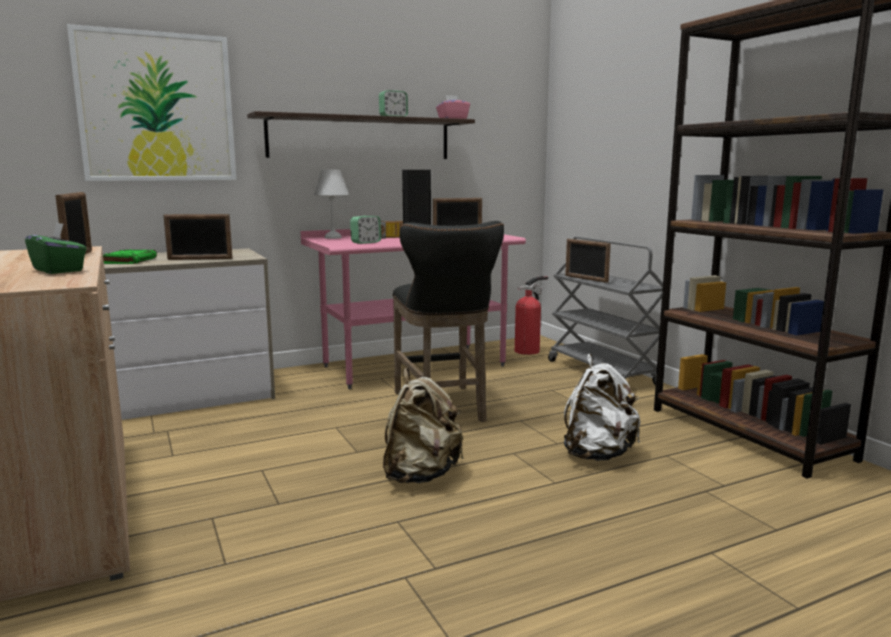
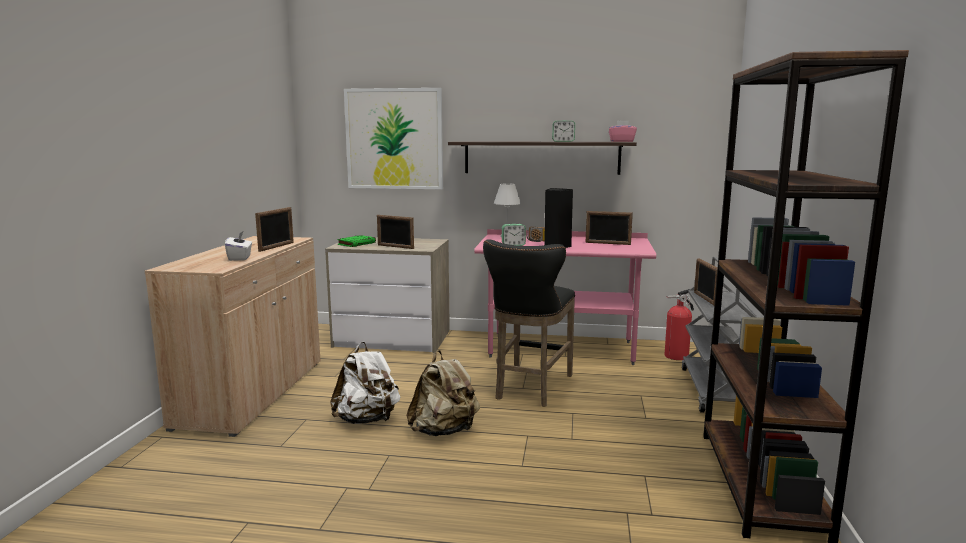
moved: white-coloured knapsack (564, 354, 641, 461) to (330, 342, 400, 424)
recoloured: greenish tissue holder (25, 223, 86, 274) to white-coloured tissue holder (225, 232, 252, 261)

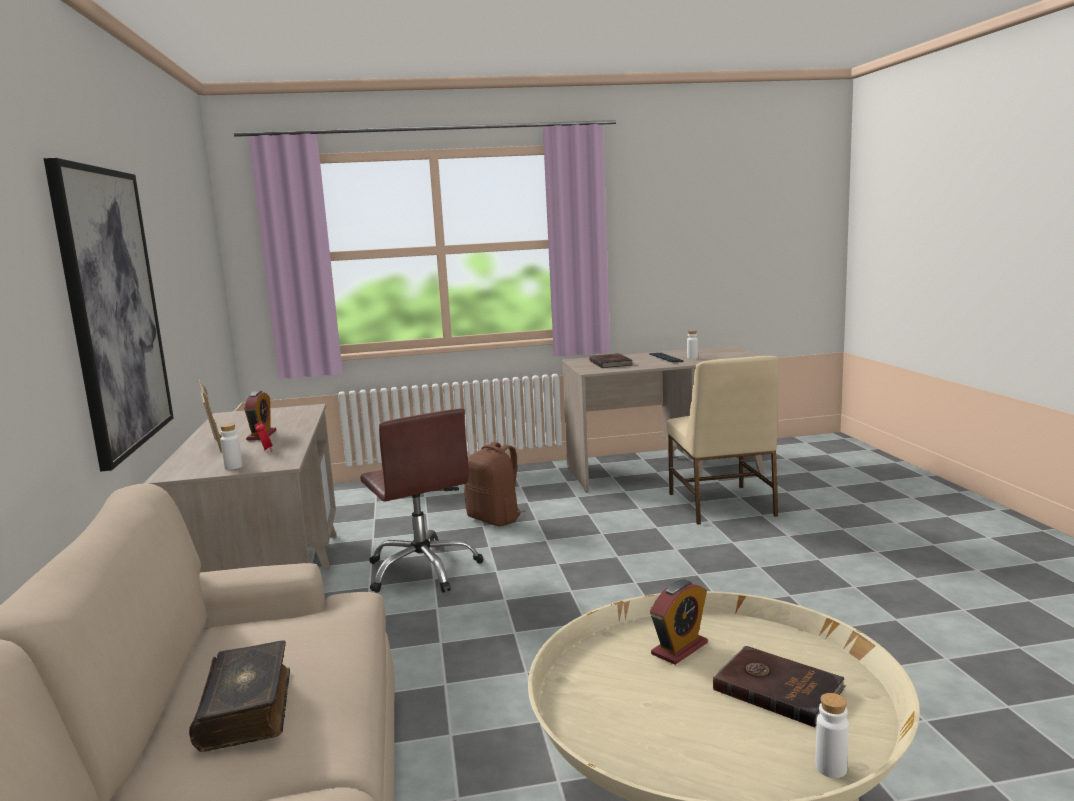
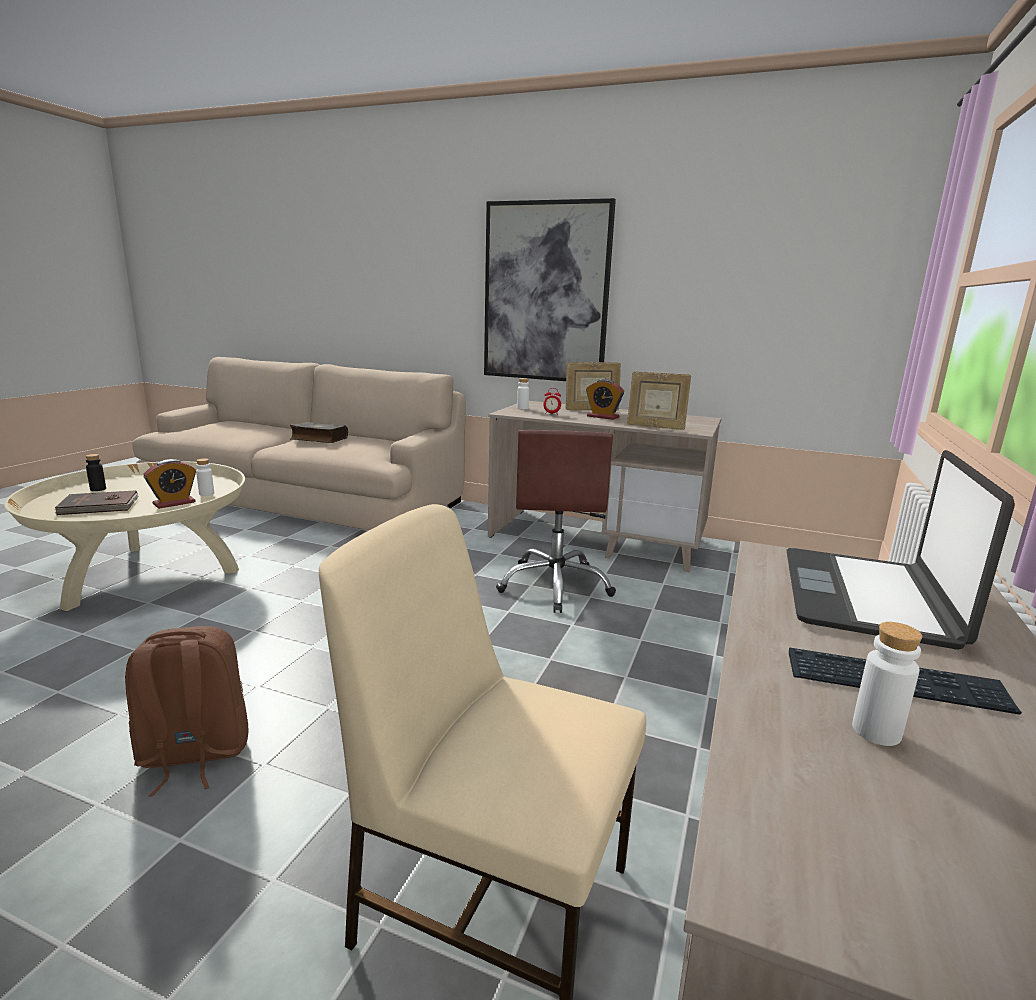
added: blackish beverage bottle (86, 454, 106, 491); picture frame (627, 371, 691, 430)
moved: brownish knapsack (464, 442, 526, 527) to (125, 626, 248, 797); white-coloured beverage bottle (815, 693, 849, 778) to (196, 458, 214, 496)
replaced: brownish volume (589, 353, 633, 368) to notebook computer (786, 450, 1015, 650)
turned: bedside clock (650, 579, 708, 665) = (143, 459, 196, 509) 120 degrees counterclockwise; brownish computer chair (360, 409, 483, 593) = (496, 430, 616, 613) 90 degrees counterclockwise

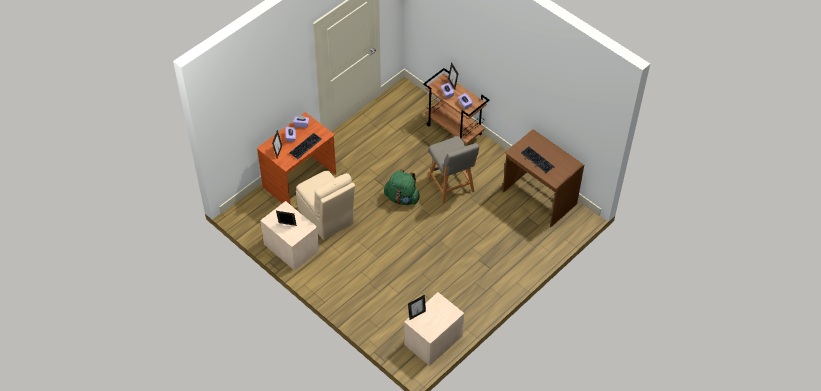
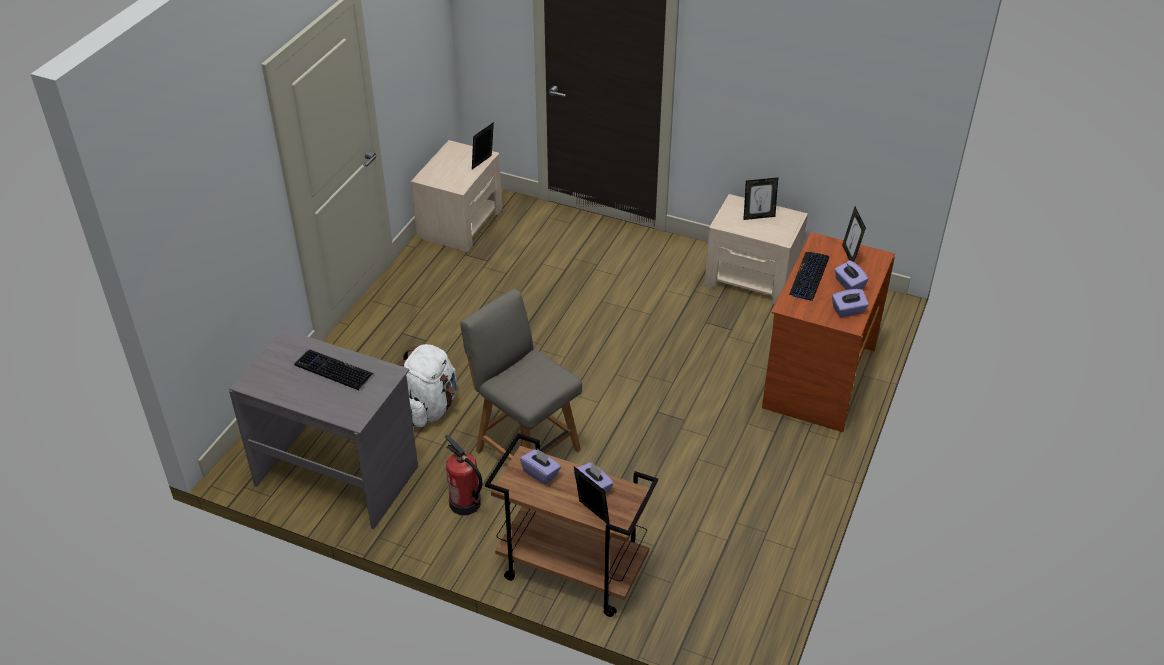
removed: sand-coloured plain chair (296, 171, 355, 240); greenish knapsack (384, 169, 420, 205)
added: white-coloured knapsack (397, 344, 457, 427); fire extinguisher (445, 435, 482, 515)
recoloured: brownish desk (502, 129, 584, 227) to gray desk (229, 329, 418, 529)

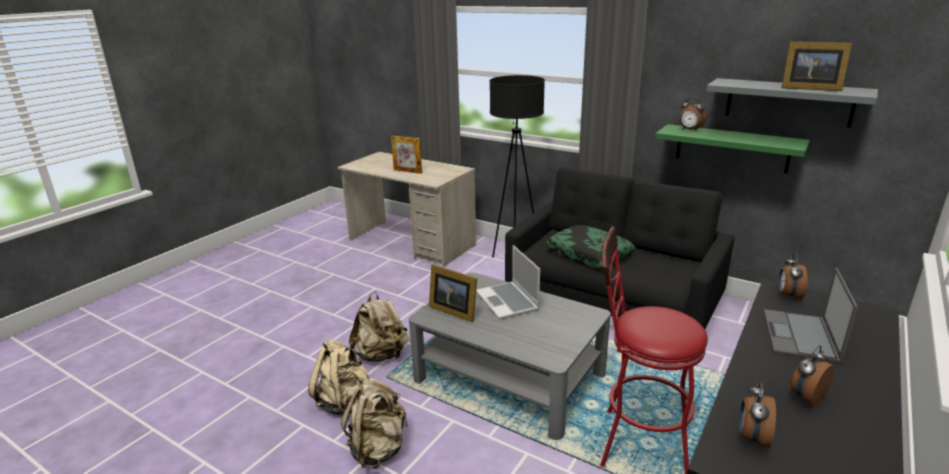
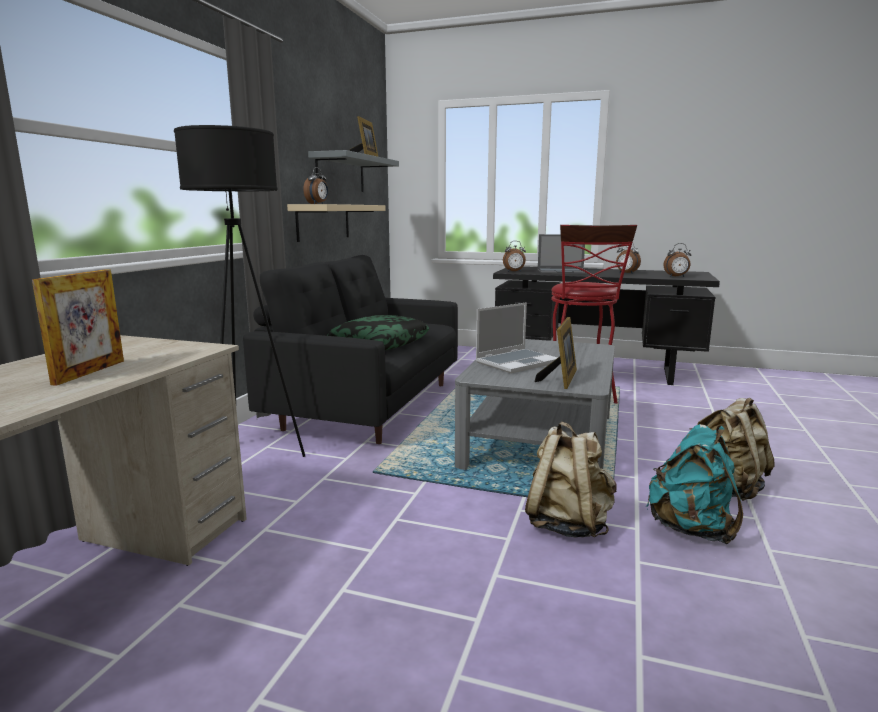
recoloured: greenish bracket shelf (655, 124, 810, 173) to sand-coloured bracket shelf (287, 204, 386, 242); sand-coloured knapsack (308, 339, 370, 415) to blue-green knapsack (646, 424, 743, 545)

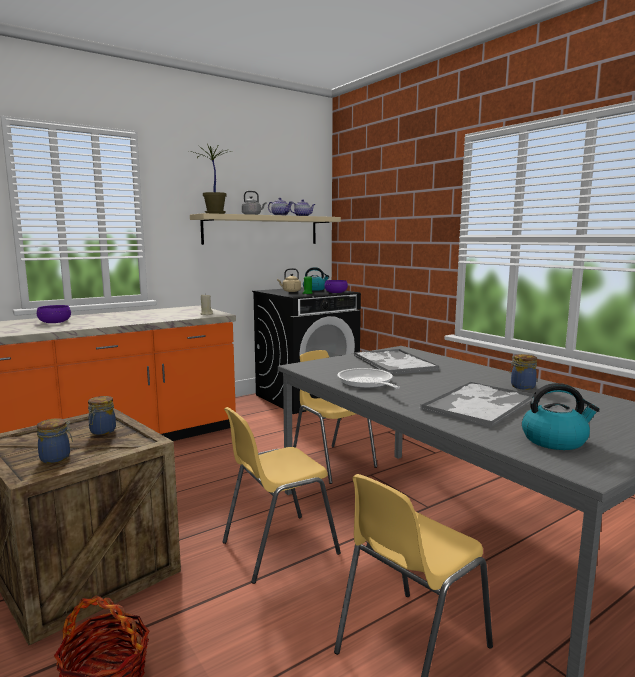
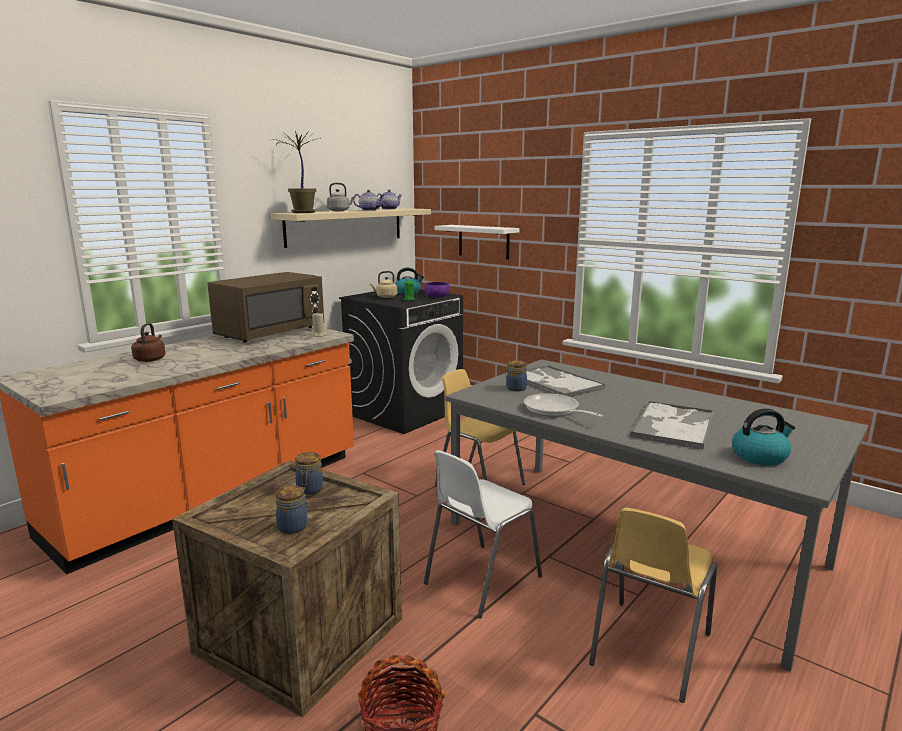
added: brownish kitchen microwave (207, 272, 324, 343); white-coloured bracket shelf (434, 225, 520, 260)
moved: jar (510, 354, 537, 390) to (505, 360, 527, 392)
replaced: purplish deep dish (37, 305, 71, 323) to brownish tea kettle (131, 323, 166, 362)
recoloured: yellow plain chair (223, 407, 341, 584) to white-coloured plain chair (424, 450, 542, 618)

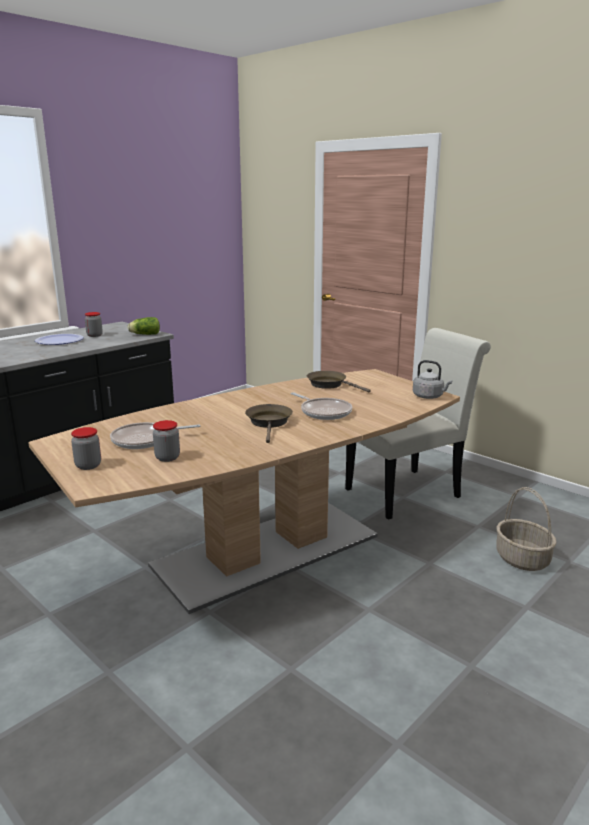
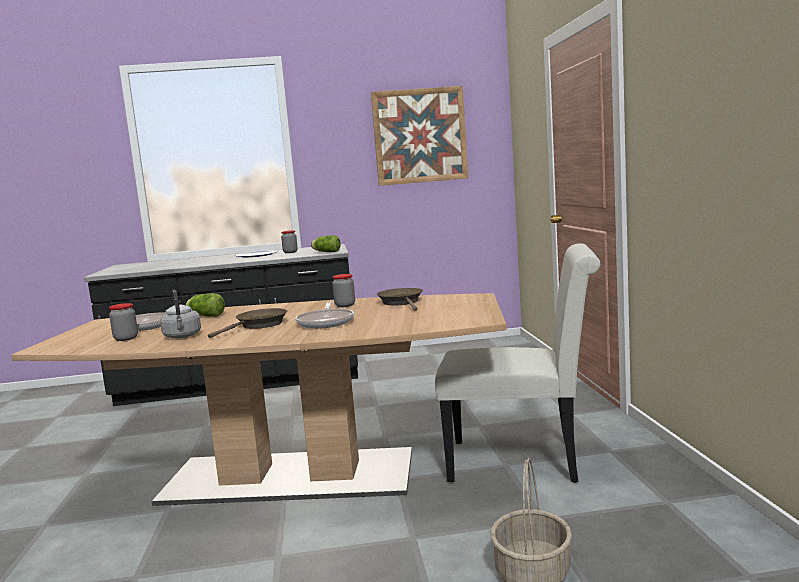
added: head of lettuce (186, 293, 225, 317); wall art (371, 86, 468, 186)
moved: gray tea kettle (413, 360, 452, 399) to (160, 290, 201, 339); jar (71, 427, 101, 470) to (332, 274, 355, 307)

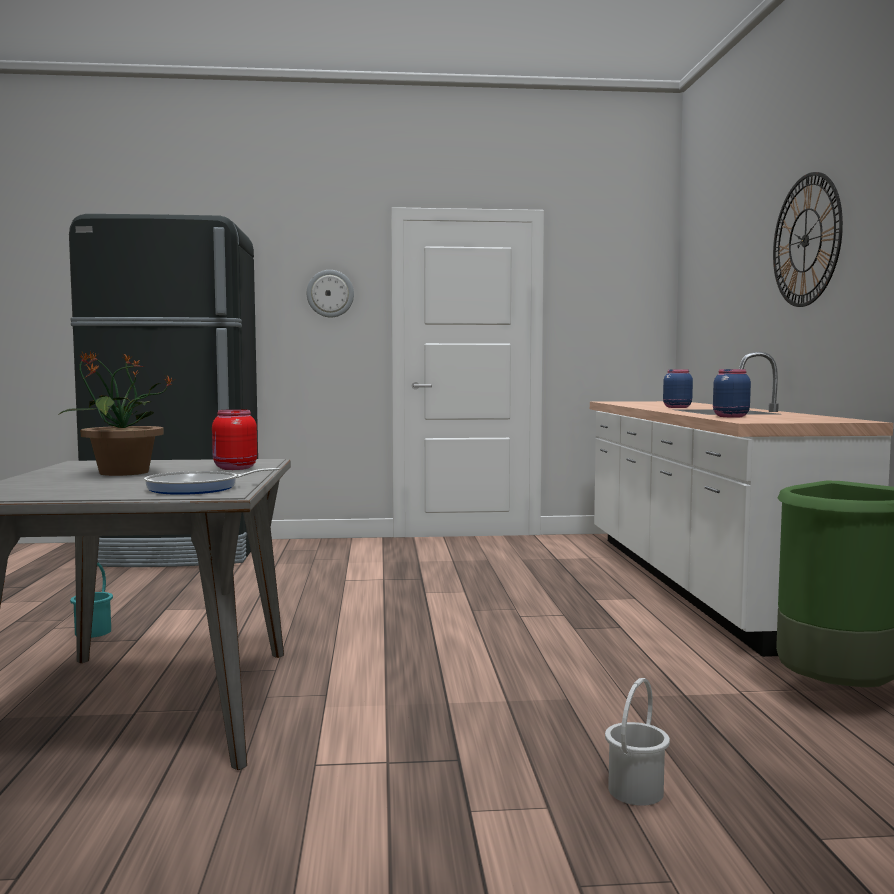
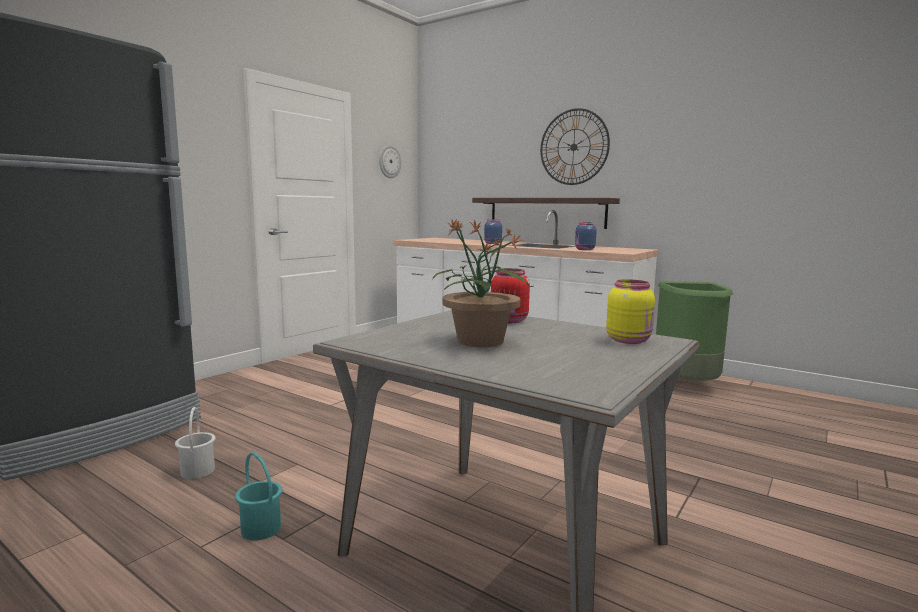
added: bracket shelf (472, 198, 620, 229)
moved: white-coloured pail (605, 678, 670, 806) to (175, 407, 216, 479); clock on the wall (307, 270, 354, 318) to (379, 145, 401, 178)
replaced: skillet (144, 468, 280, 495) to yellow jar (606, 279, 655, 344)

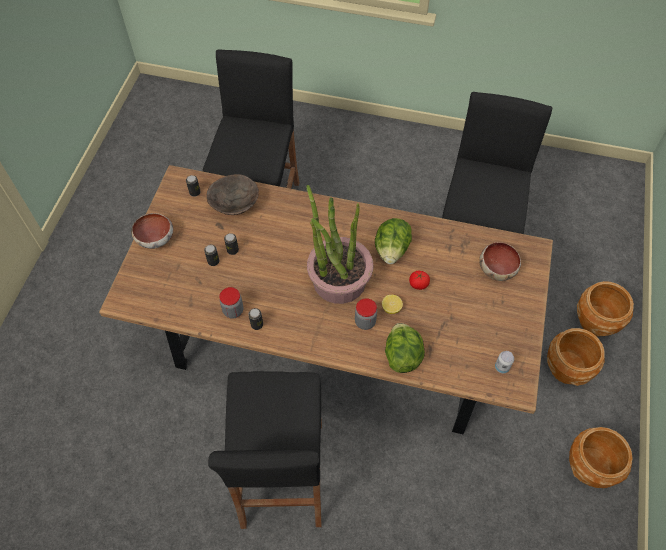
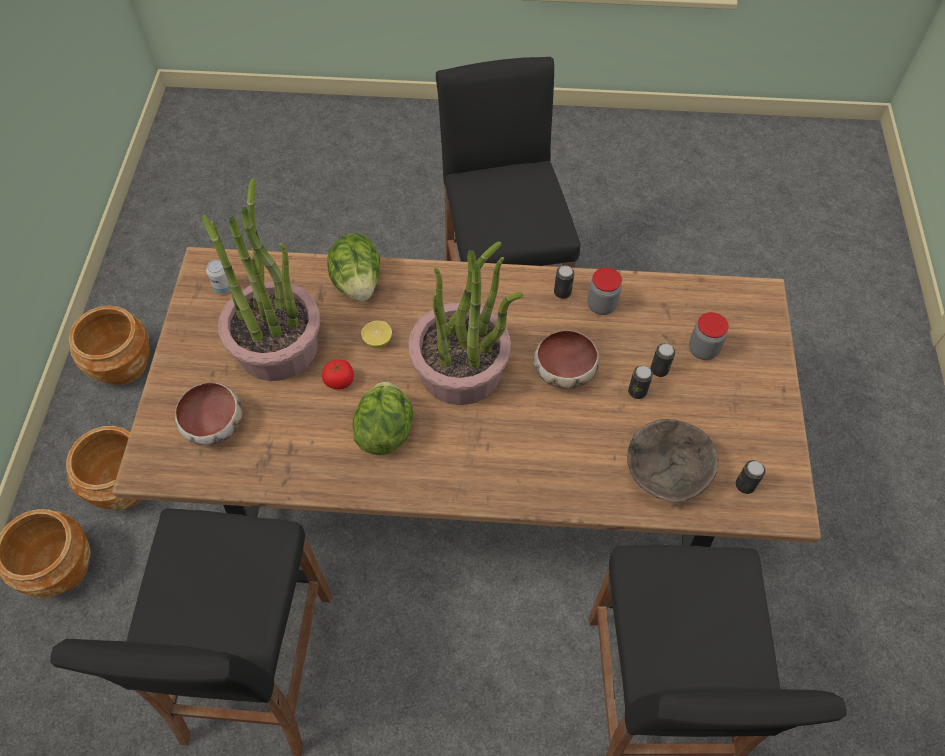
added: houseplant (202, 178, 320, 381)
moved: deep dish (131, 213, 173, 249) to (534, 330, 600, 389); jar (355, 298, 377, 330) to (689, 312, 729, 360)

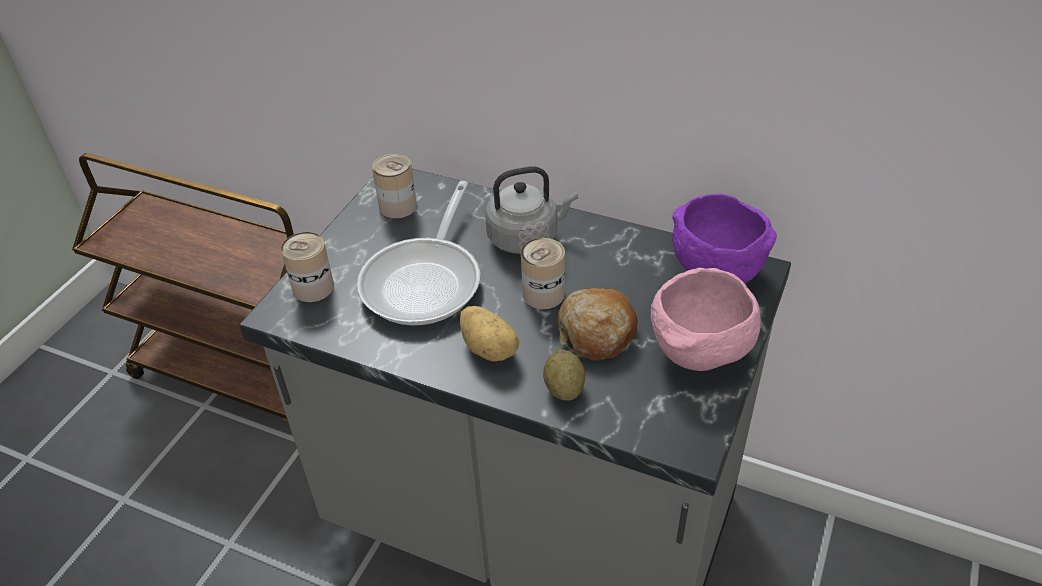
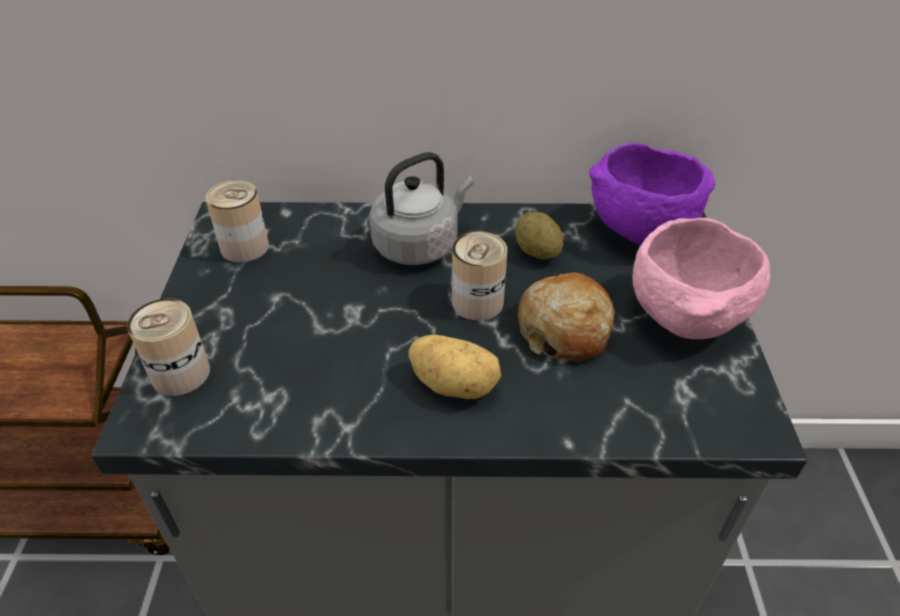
removed: skillet (357, 181, 480, 326)
moved: whole potato (543, 350, 585, 400) to (515, 212, 563, 259)

